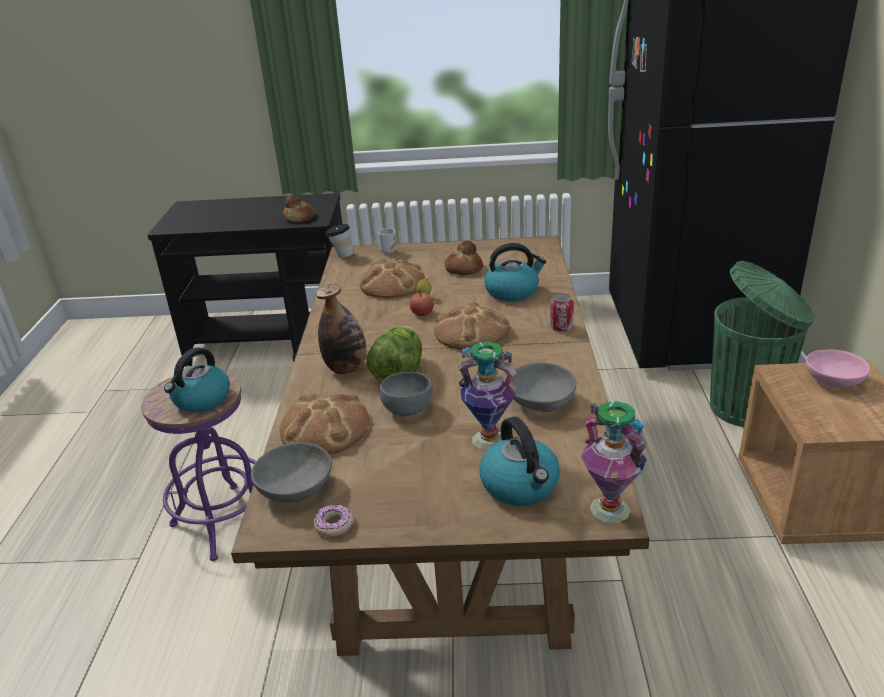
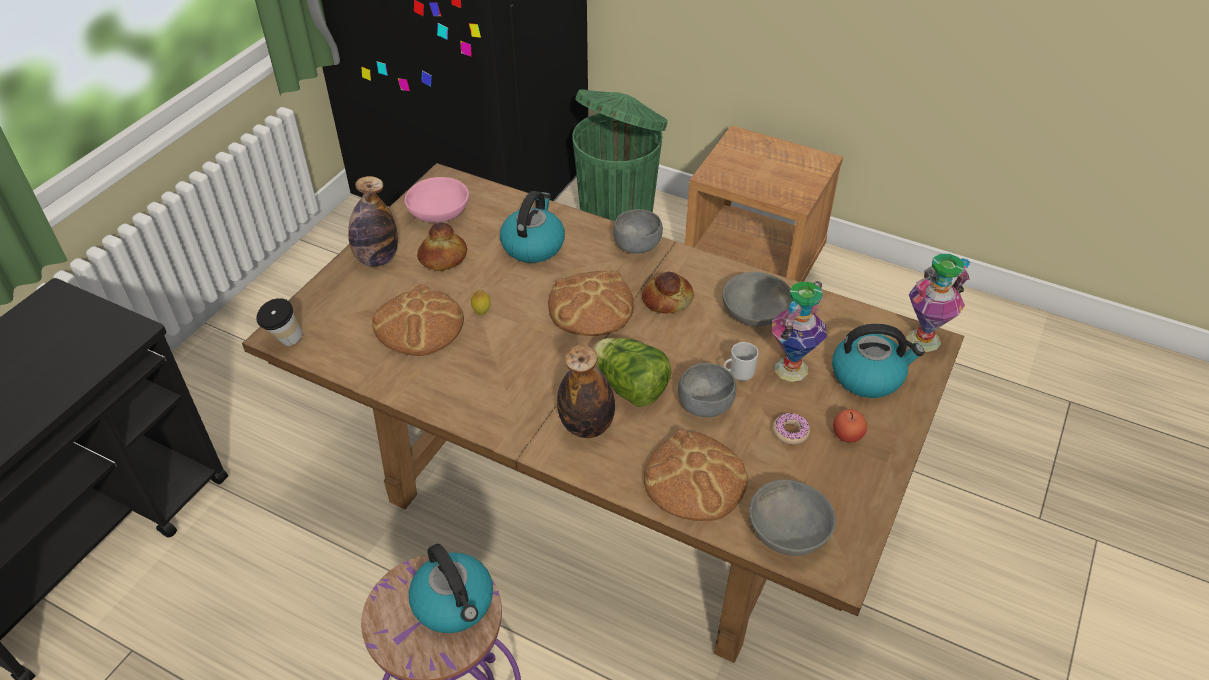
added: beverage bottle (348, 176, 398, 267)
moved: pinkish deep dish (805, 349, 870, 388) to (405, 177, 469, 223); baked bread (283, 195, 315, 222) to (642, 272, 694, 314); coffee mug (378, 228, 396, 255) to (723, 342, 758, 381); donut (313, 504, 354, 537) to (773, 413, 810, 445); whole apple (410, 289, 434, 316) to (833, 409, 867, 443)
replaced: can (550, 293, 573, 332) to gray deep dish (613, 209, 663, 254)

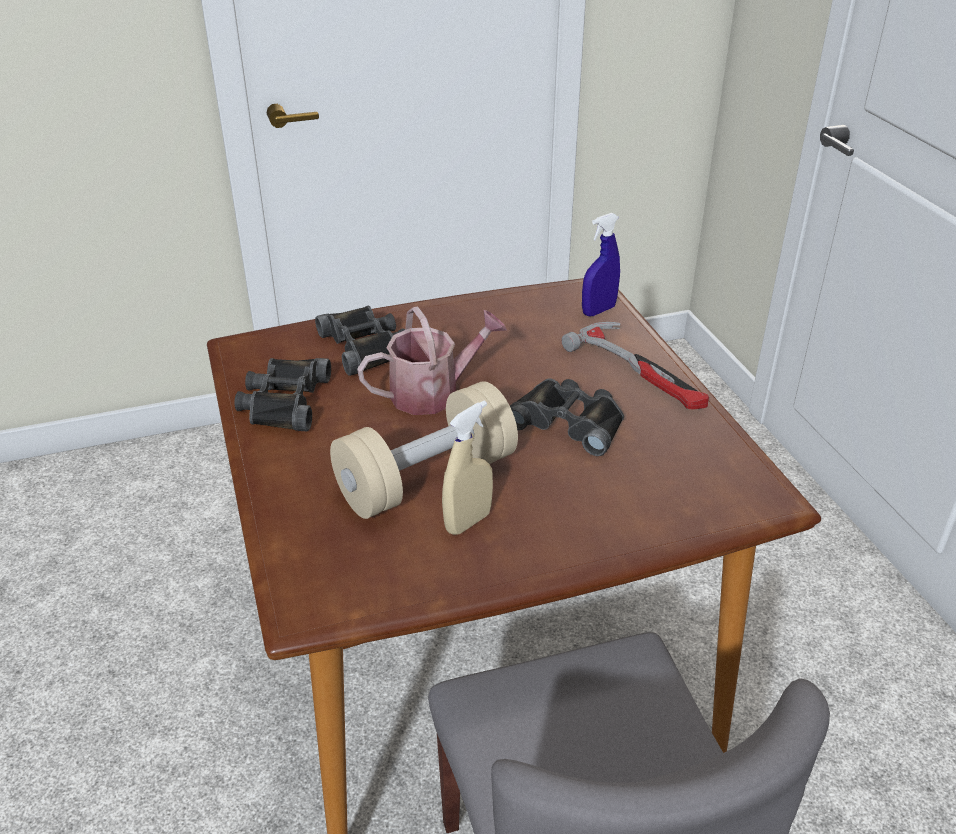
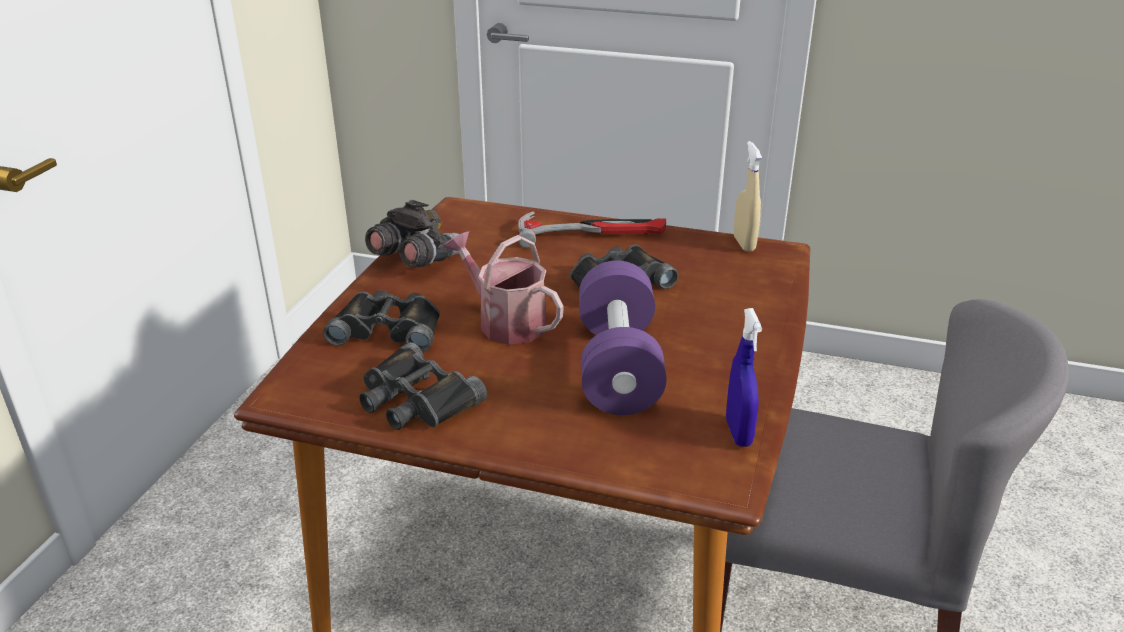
added: gray pair of binoculars (365, 200, 459, 267)
moved: blue-coloured spray bottle (582, 213, 620, 317) to (726, 308, 762, 447); sand-coloured spray bottle (442, 400, 493, 535) to (734, 141, 762, 252)
recoloured: sand-coloured dumbbell (330, 381, 518, 519) to purplish dumbbell (579, 261, 666, 415)
turned: sprinkling can (357, 306, 507, 415) = (444, 232, 564, 345) 60 degrees counterclockwise

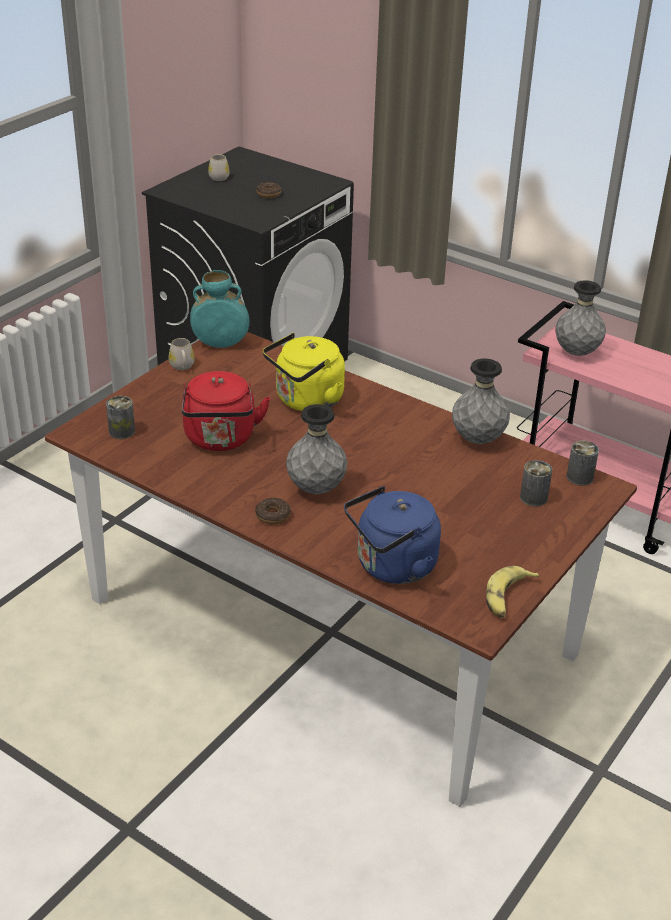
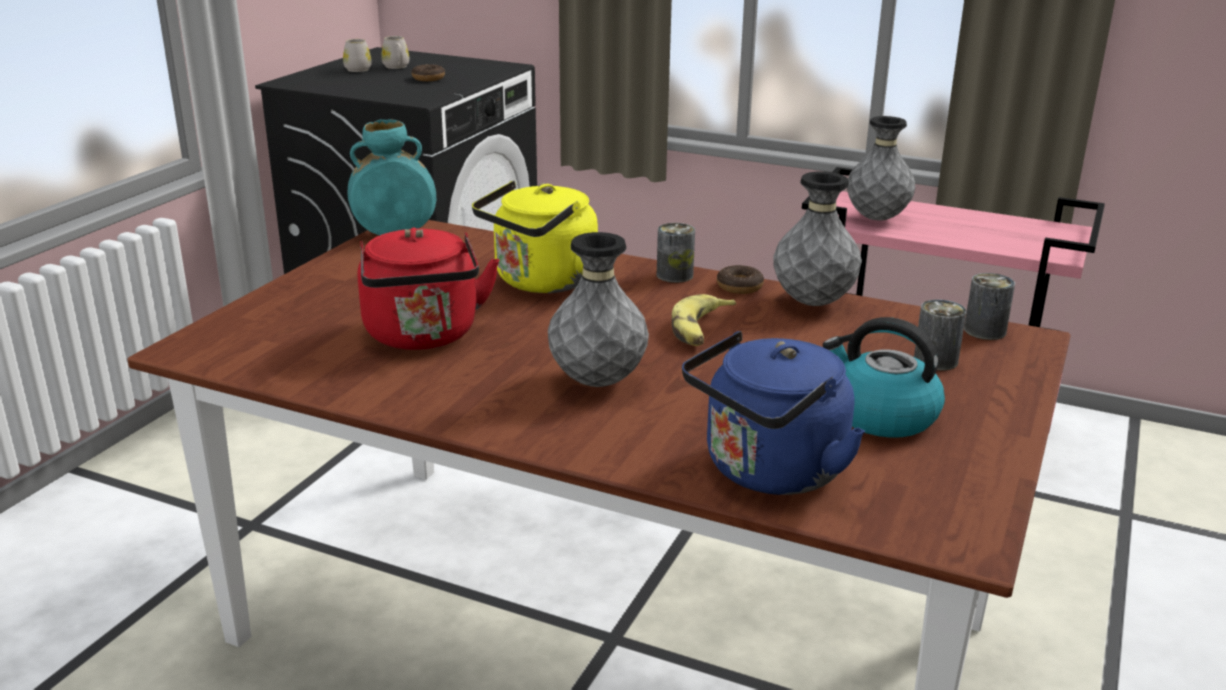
added: tea kettle (823, 317, 945, 438)
moved: white-coloured coffee mug (169, 338, 194, 370) to (381, 36, 409, 69); can (106, 396, 135, 439) to (657, 223, 695, 283); banana (486, 566, 539, 618) to (672, 294, 737, 346); donut (255, 498, 290, 524) to (717, 265, 764, 294)

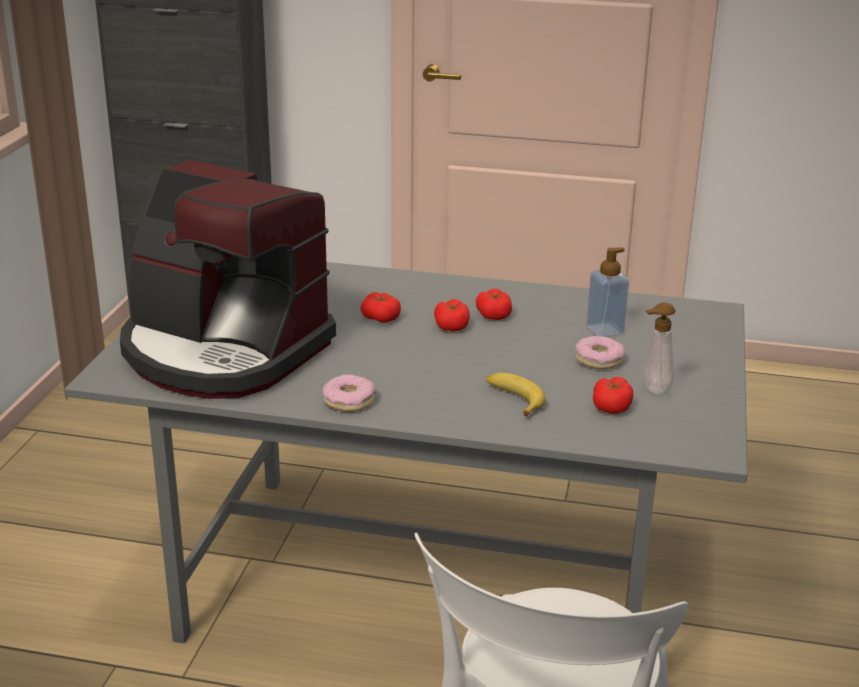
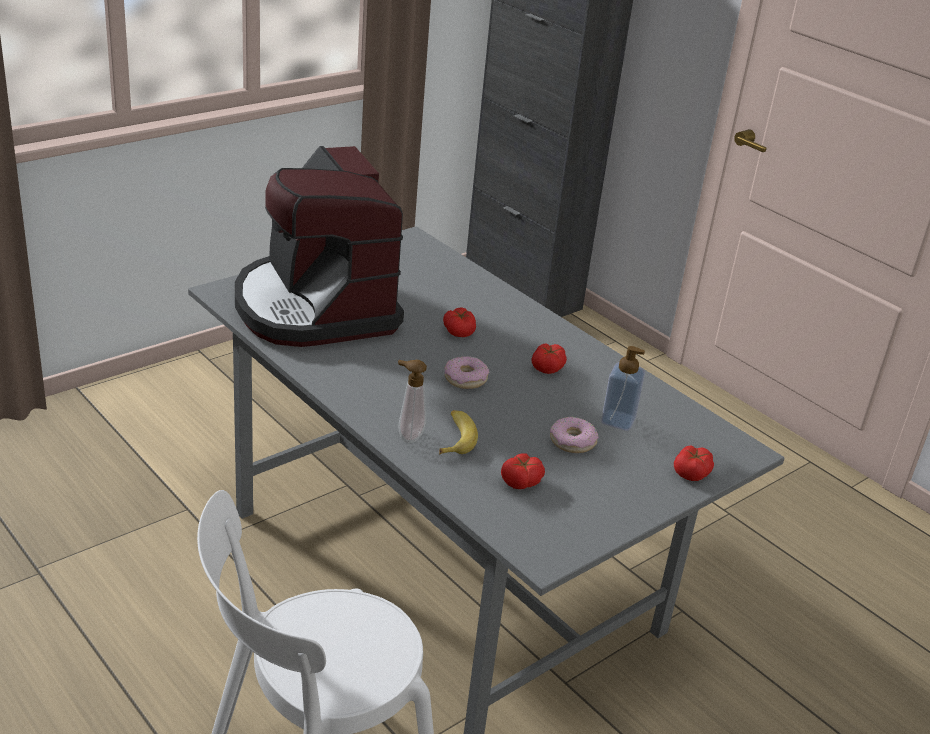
moved: soap bottle (641, 303, 675, 395) to (398, 360, 427, 443); donut (323, 374, 376, 412) to (444, 356, 489, 389); tomato (434, 299, 470, 331) to (674, 445, 714, 481)

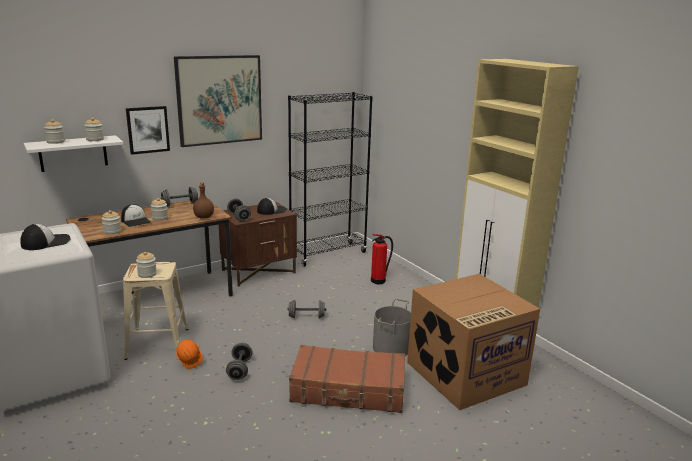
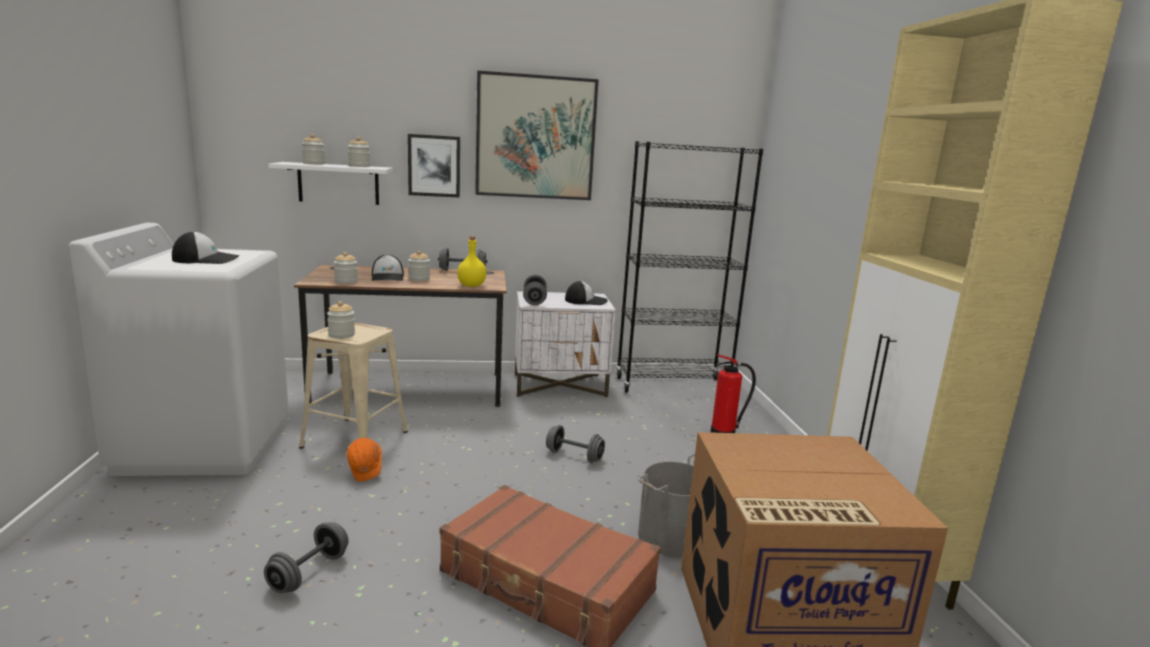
moved: gray dumbbell (226, 343, 253, 380) to (264, 522, 349, 593)
recoloured: brownish beverage bottle (193, 183, 214, 219) to yellow beverage bottle (457, 236, 487, 287); brownish bedside table (219, 202, 297, 287) to white-coloured bedside table (515, 291, 616, 398)

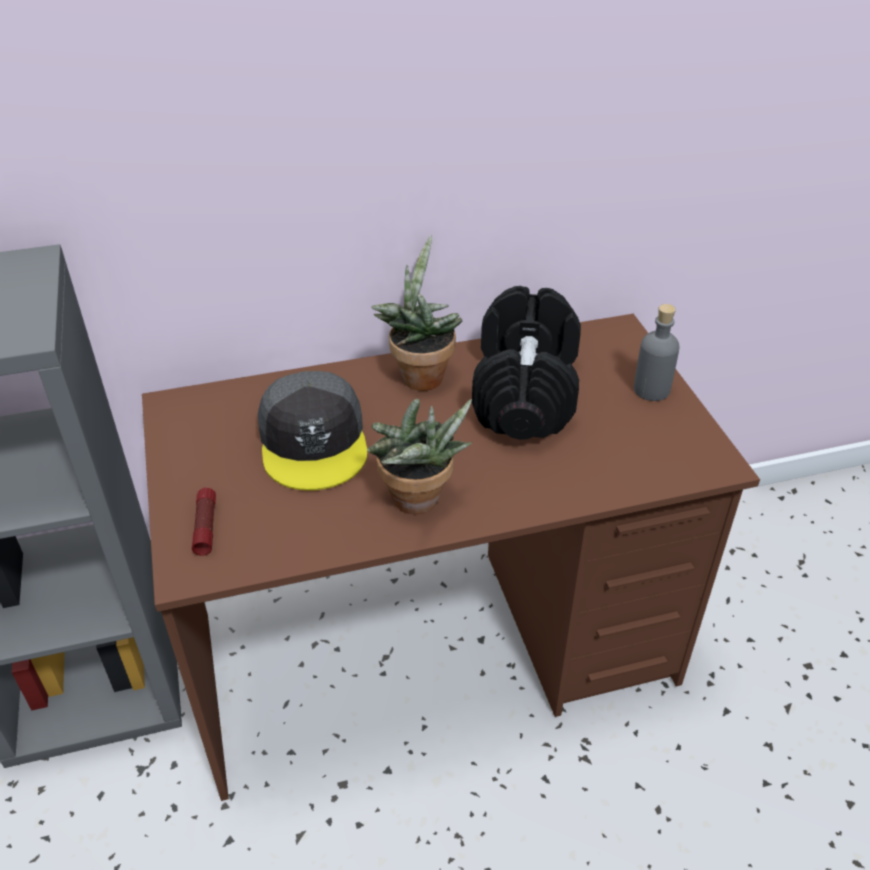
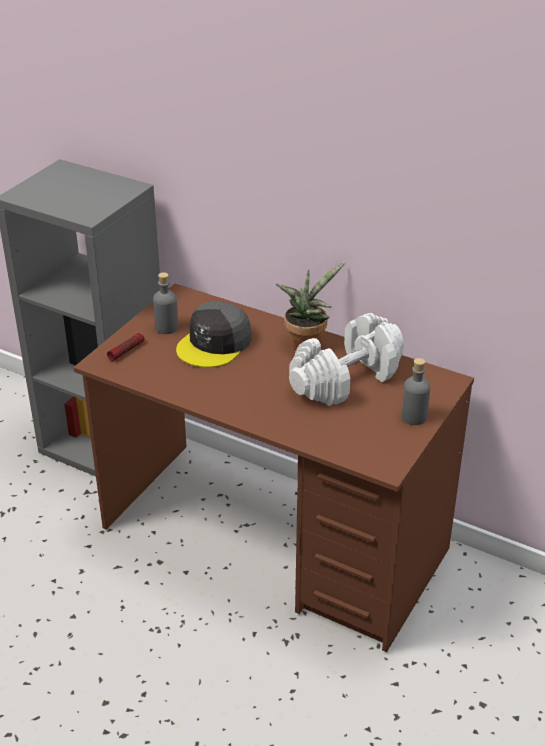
removed: houseplant (367, 398, 472, 514)
added: gray beverage bottle (153, 272, 178, 334)
recoloured: blackish dumbbell (472, 286, 581, 440) to white-coloured dumbbell (289, 313, 404, 406)

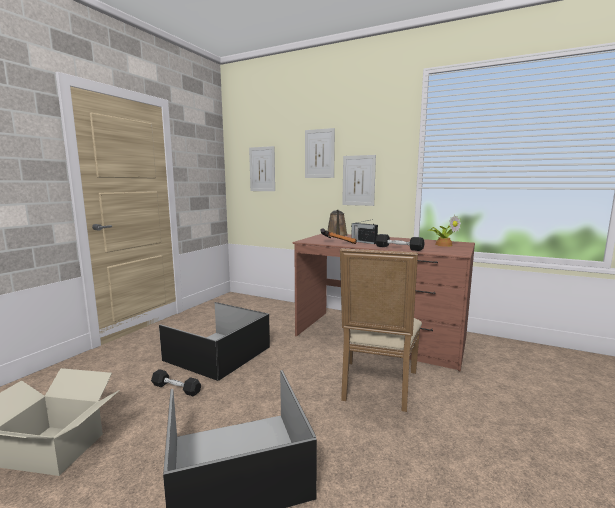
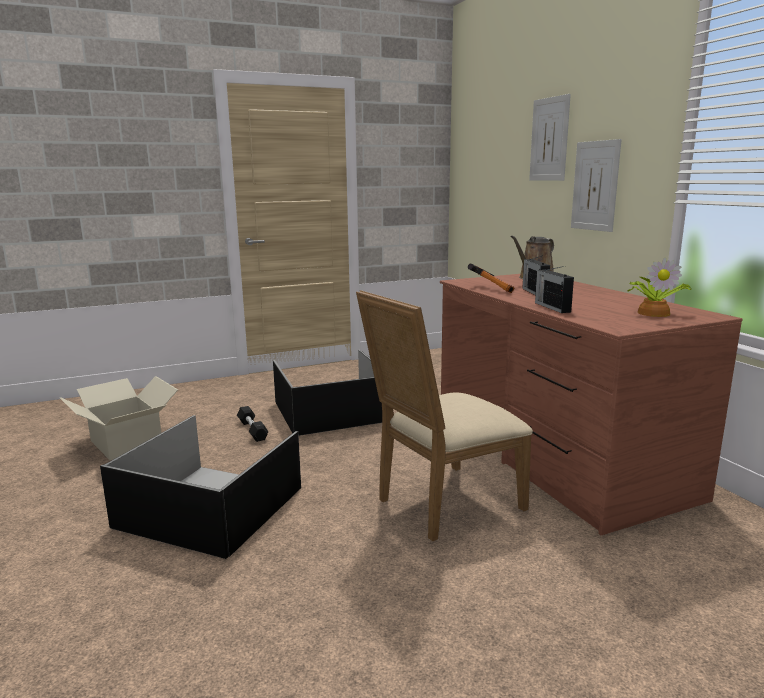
removed: wall art (249, 146, 275, 191)
replaced: blackish dumbbell (376, 234, 425, 251) to radio set (535, 266, 574, 313)

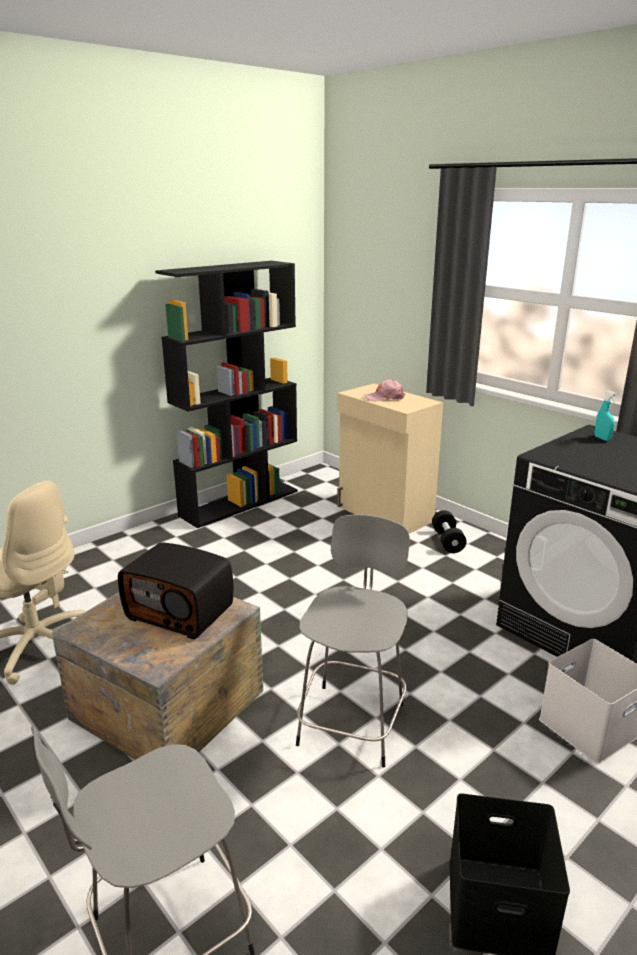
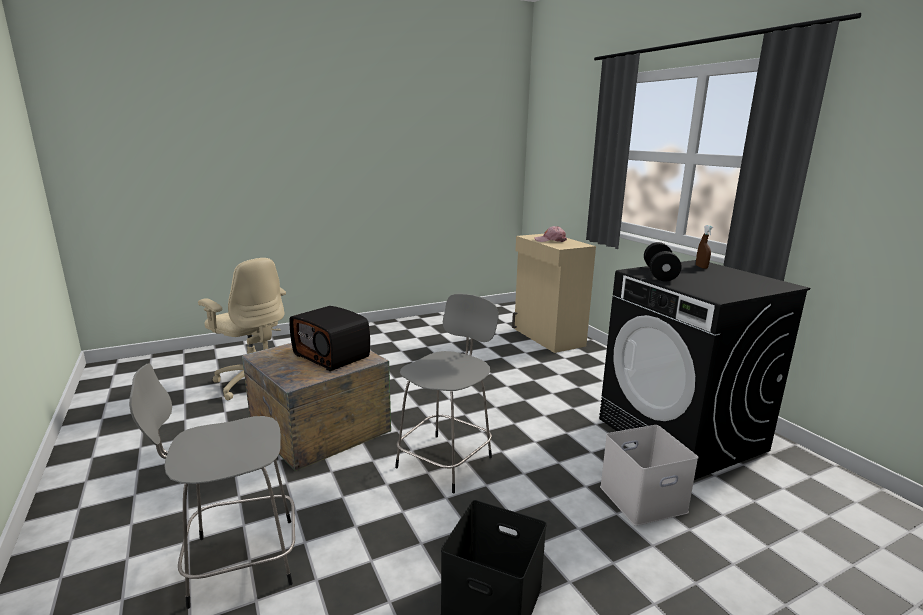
removed: blackish shelving unit (155, 261, 298, 528)
moved: blackish dumbbell (432, 510, 467, 553) to (644, 242, 682, 282)
recoloured: blue-green spray bottle (594, 390, 618, 441) to brownish spray bottle (696, 225, 713, 269)

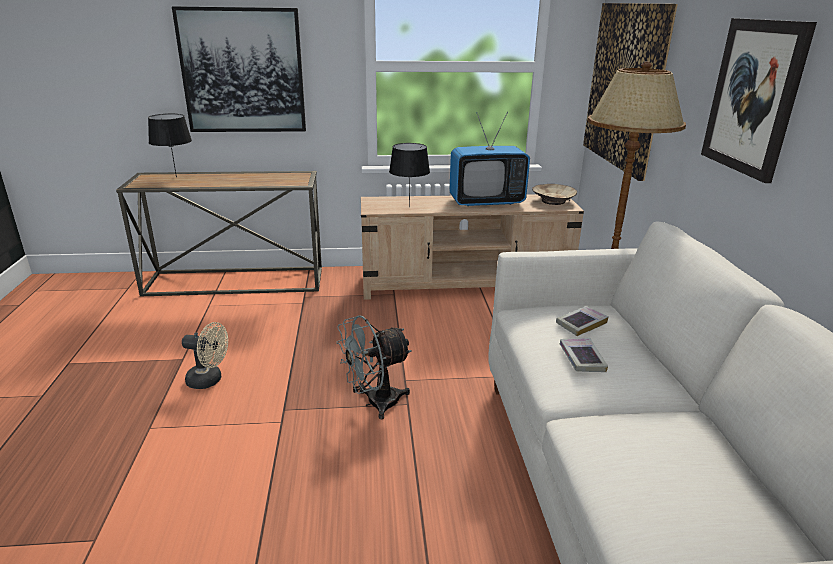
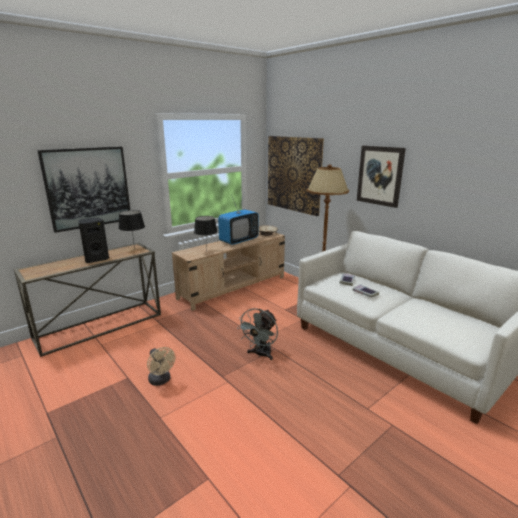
added: blackish speaker (78, 218, 109, 263)
moved: blackish lamp for a table (148, 114, 192, 178) to (118, 210, 145, 249)
turned: sand-coloured cooling fan (182, 322, 228, 389) = (147, 347, 175, 386) 75 degrees clockwise

